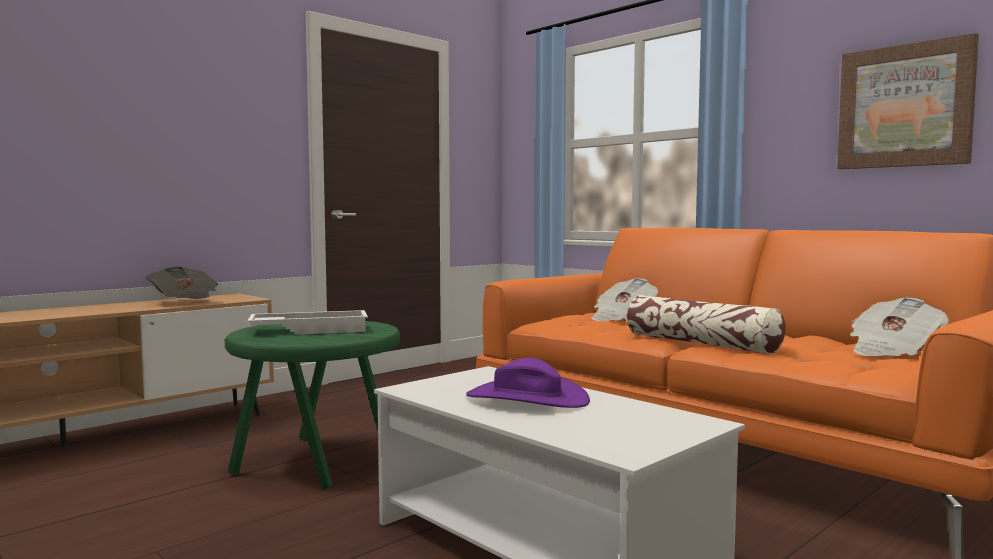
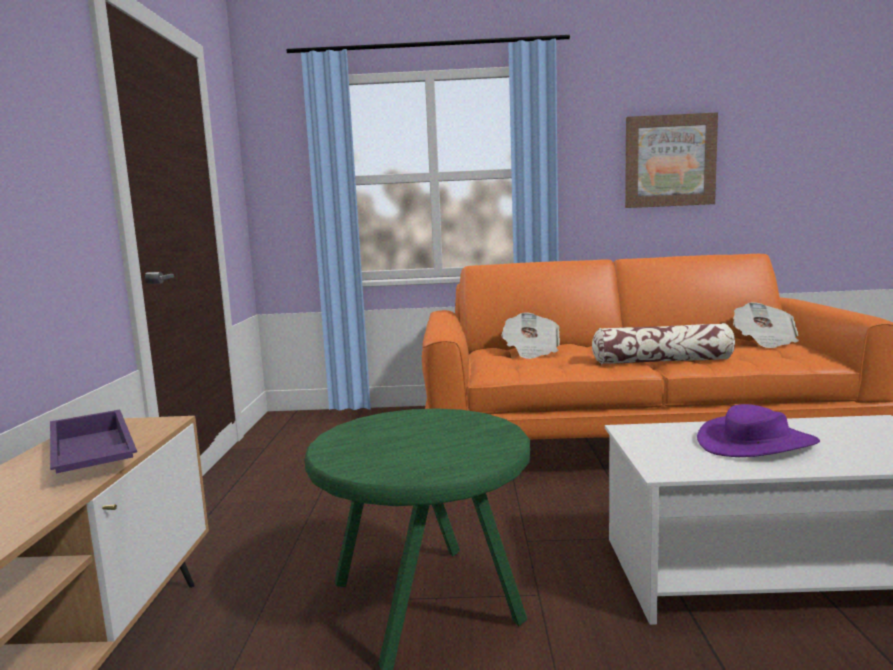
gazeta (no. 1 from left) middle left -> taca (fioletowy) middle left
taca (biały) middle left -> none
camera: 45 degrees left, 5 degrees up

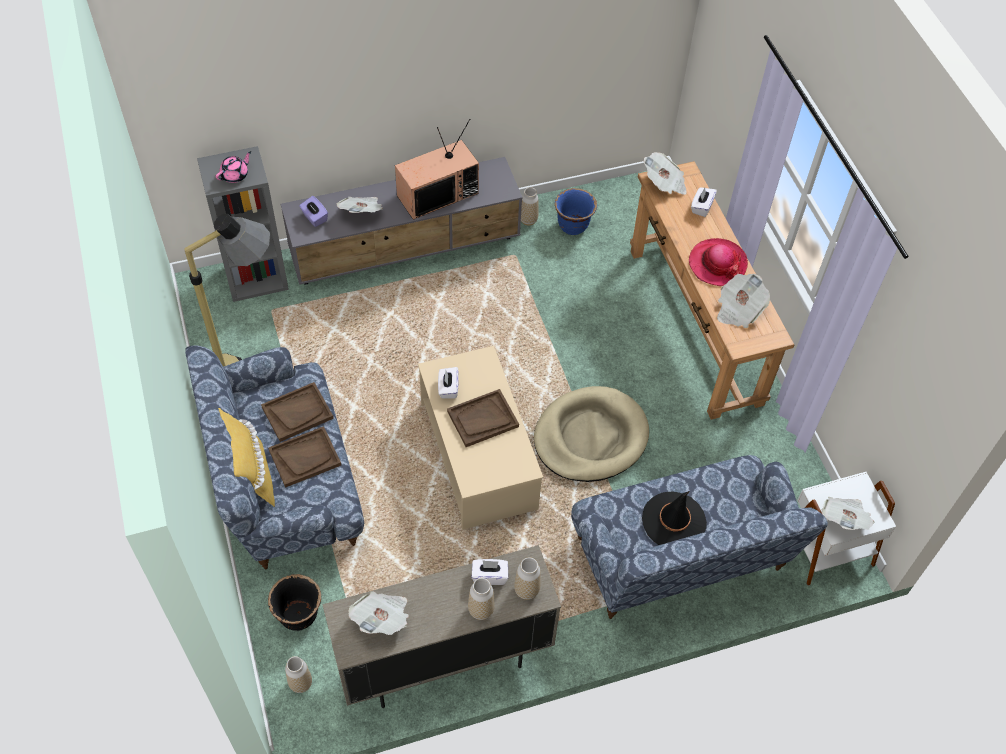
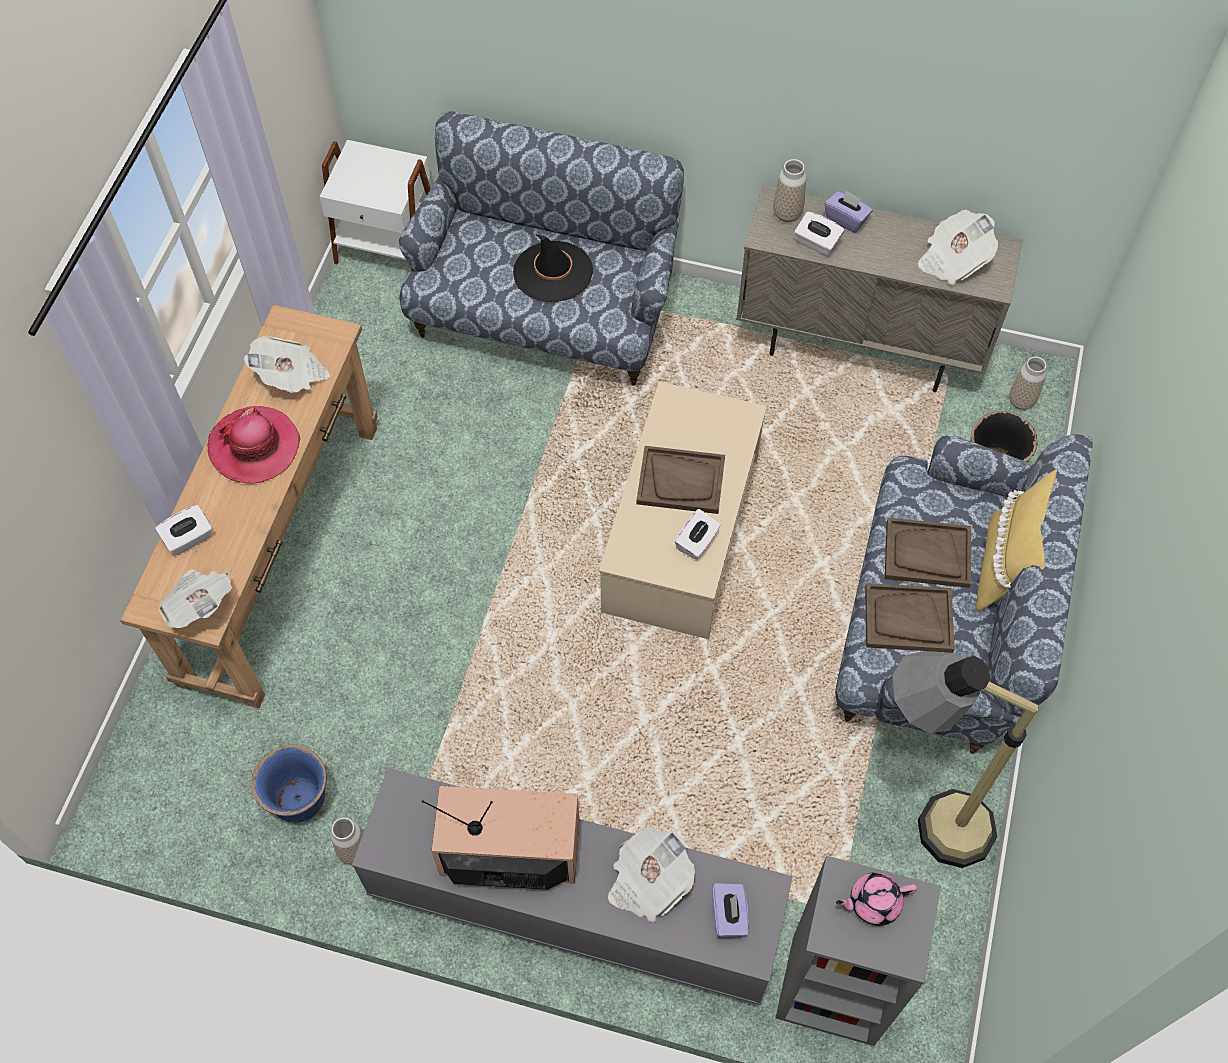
wazon (no. 2 from left) bottom centre -> pudełko chusteczek (fioletowy) (no. 2 from left) top right
legowisko (beżowy) centre -> none
gazeta (no. 5 from left) bottom right -> none
camera: 145 degrees left, 5 degrees up

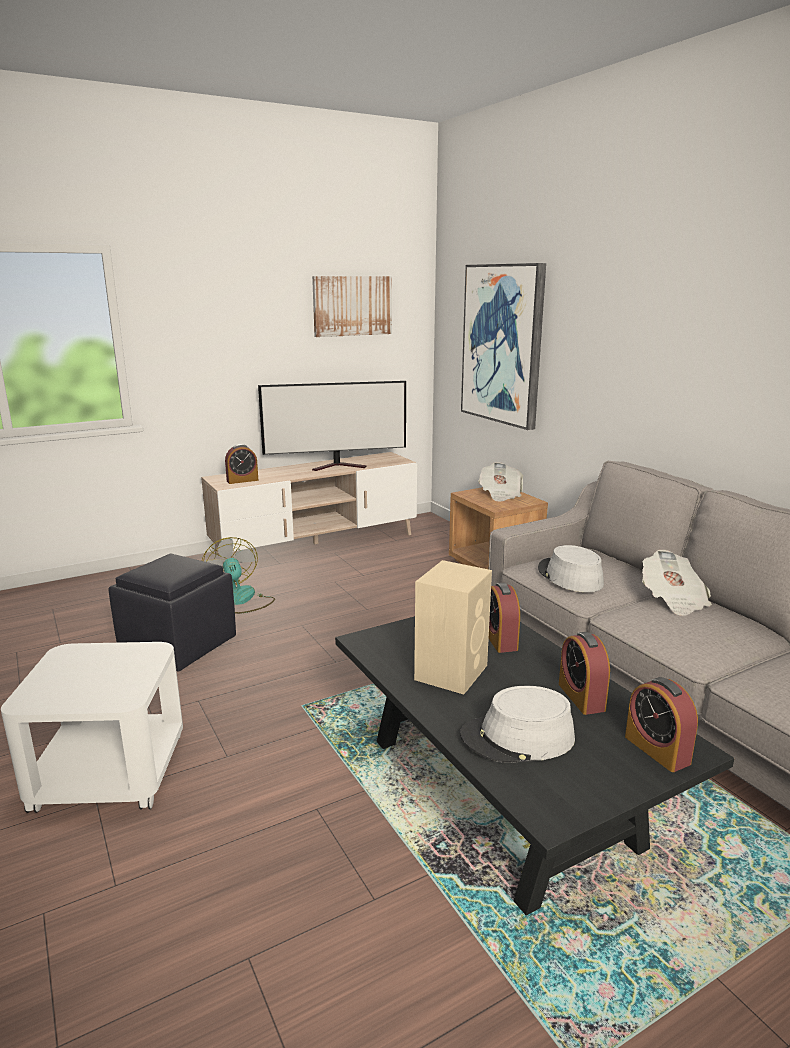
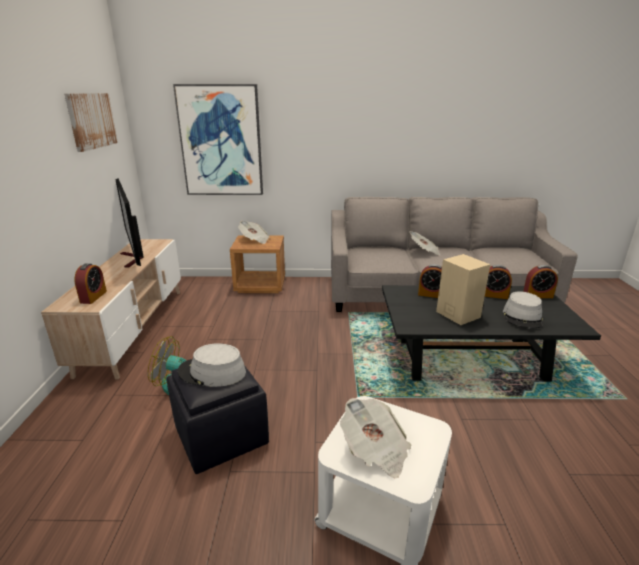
telewizor centre -> telewizor middle left, 135 degrees clockwise
kapelusz (szary) (no. 2 from left in the first image) middle right -> kapelusz (szary) (no. 1 from left) middle left, relocated
none -> gazeta (no. 2 from left) bottom centre
camera: 60 degrees left, 5 degrees up

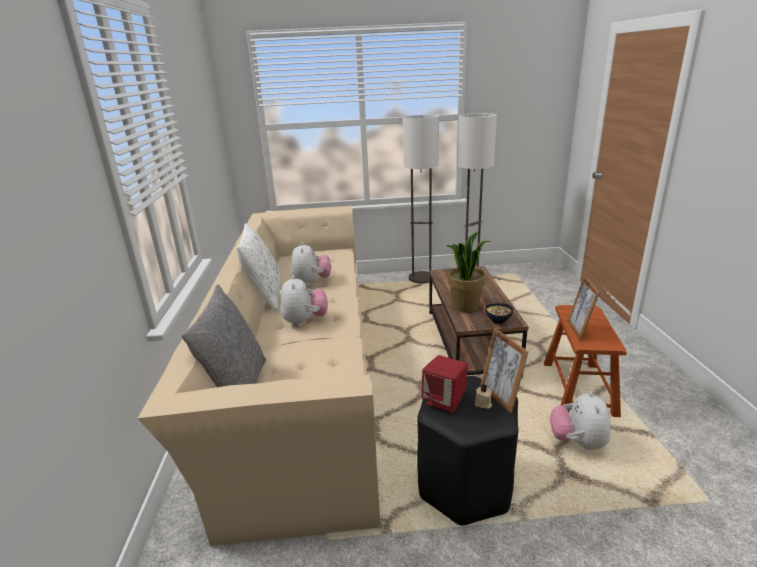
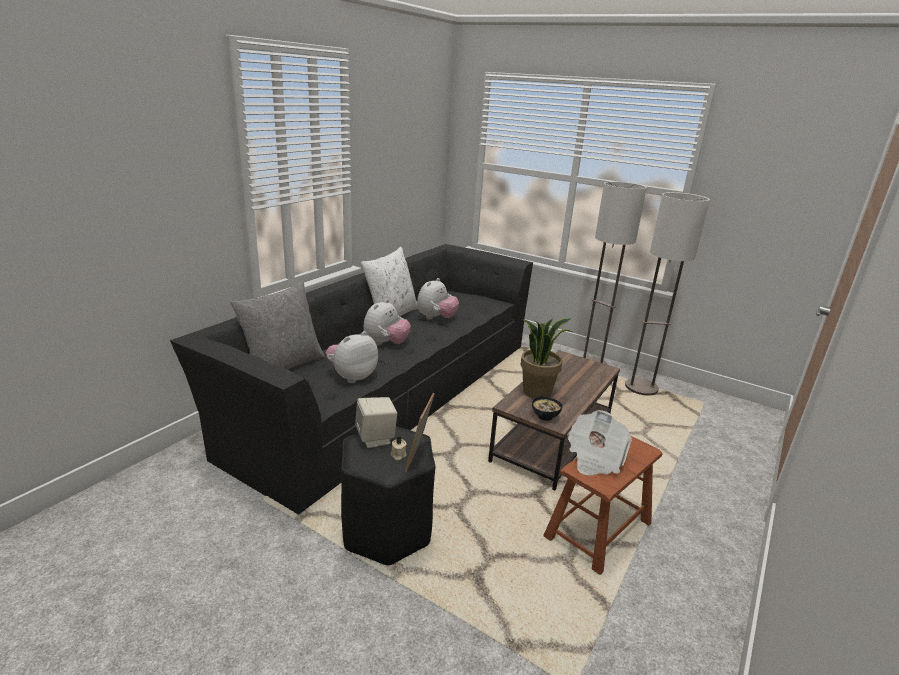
kanapa (beżowy) centre -> kanapa (czarny) centre
głośnik (czerwony) bottom centre -> głośnik (beżowy) centre
pluszak (no. 3 from left in the first image) bottom right -> pluszak (no. 1 from left) centre, relocated
ramka na zdjęcie (no. 2 from left) middle right -> gazeta centre
camera: 35 degrees right, 0 degrees up

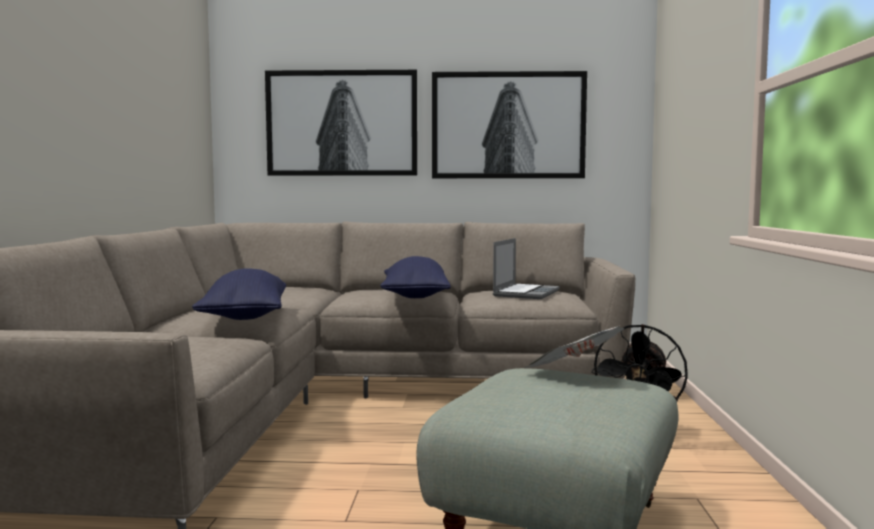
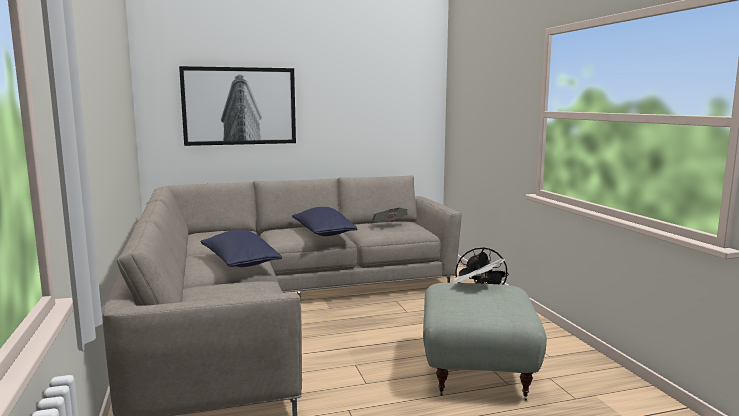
obraz (no. 2 from left) top centre -> none
laptop centre -> gazeta (no. 1 from left) centre
camera: 20 degrees left, 5 degrees up

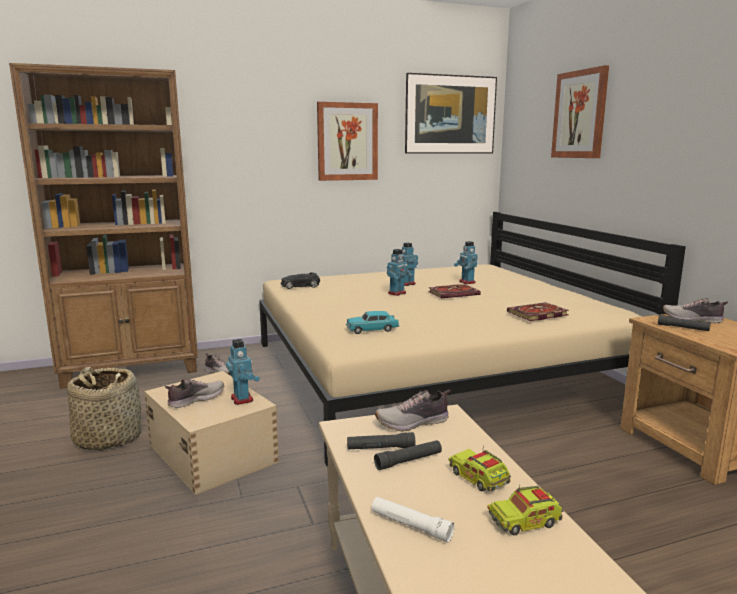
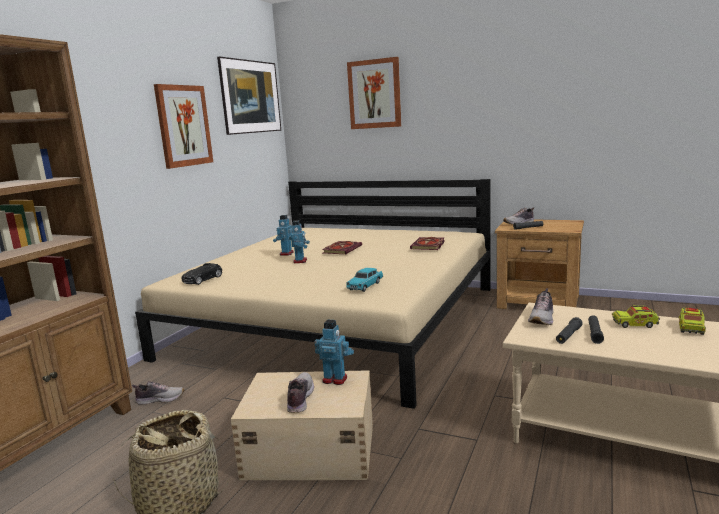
latarka (biały) bottom centre -> none
robot zabawkowy (no. 4 from left) centre -> none
camera: 45 degrees left, 0 degrees up

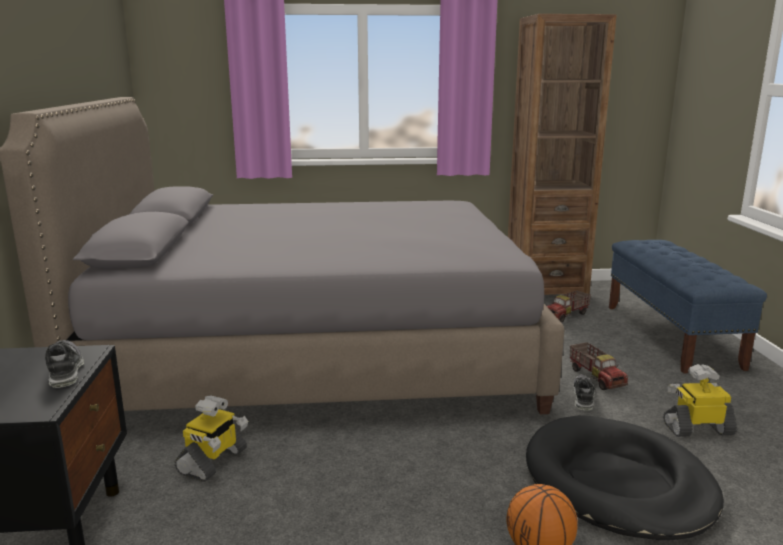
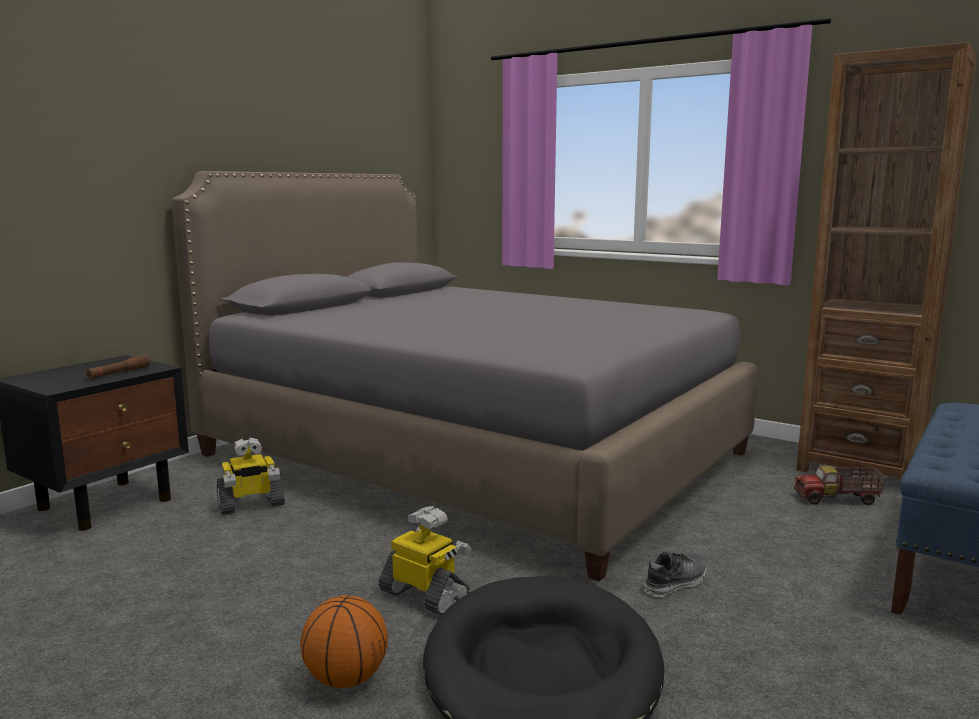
but (no. 1 from left) bottom left -> latarka (brązowy) middle left
ciężarówka zabawkowa (no. 2 from left) bottom right -> none
robot zabawkowy (no. 2 from left) bottom right -> robot zabawkowy (no. 2 from left) bottom centre, relocated
camera: 40 degrees right, 5 degrees down

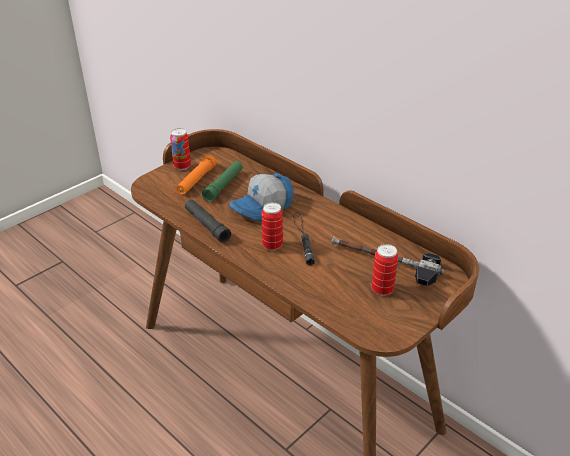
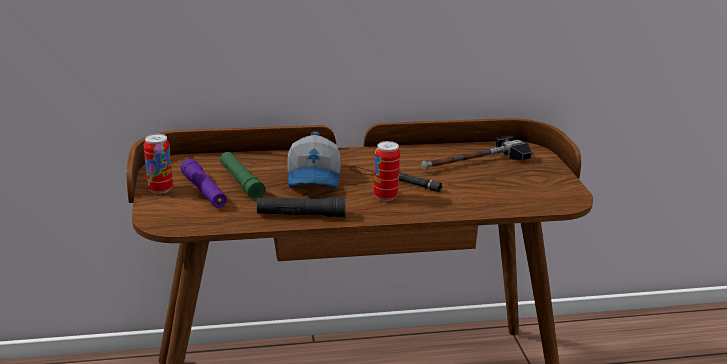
latarka (pomarańczowy) centre -> latarka (fioletowy) middle left
puszka (no. 3 from left) middle right -> none
camera: 55 degrees left, 10 degrees down

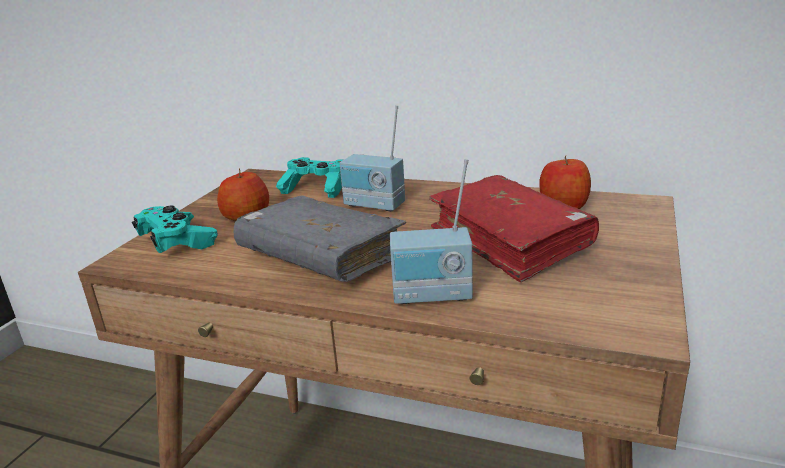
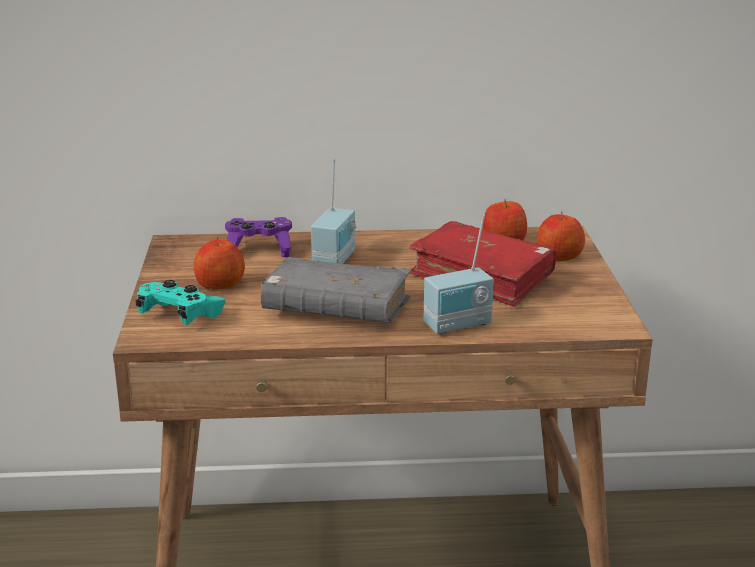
pad do gier (turkusowy) (no. 2 from left) centre -> pad do gier (fioletowy) centre
radio (no. 1 from left) centre, 75 degrees counterclockwise
none -> jabłko (no. 3 from left) middle right
camera: 25 degrees left, 0 degrees up

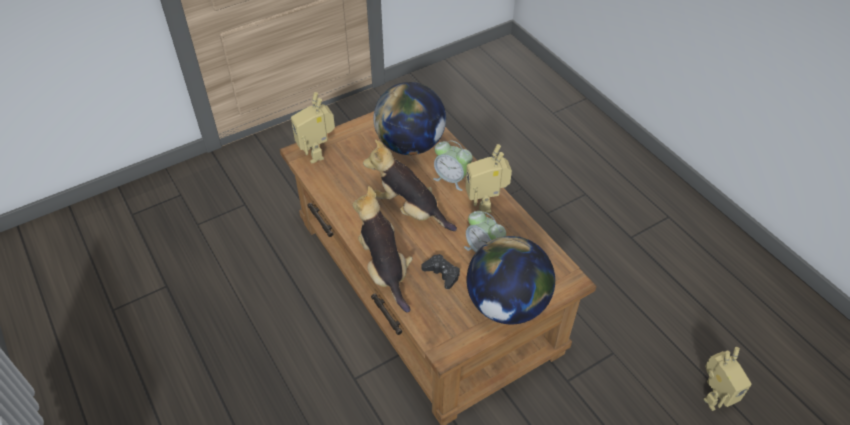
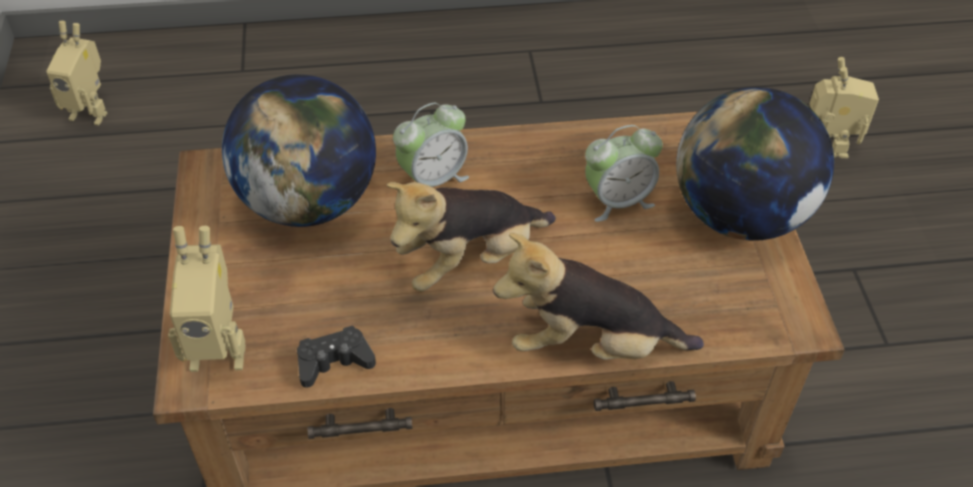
pad do gier (czarny) centre -> pad do gier (czarny) bottom centre, relocated
robot zabawkowy (no. 2 from left in the first image) centre -> robot zabawkowy (no. 1 from left) top left, relocated
camera: 65 degrees left, 0 degrees up

